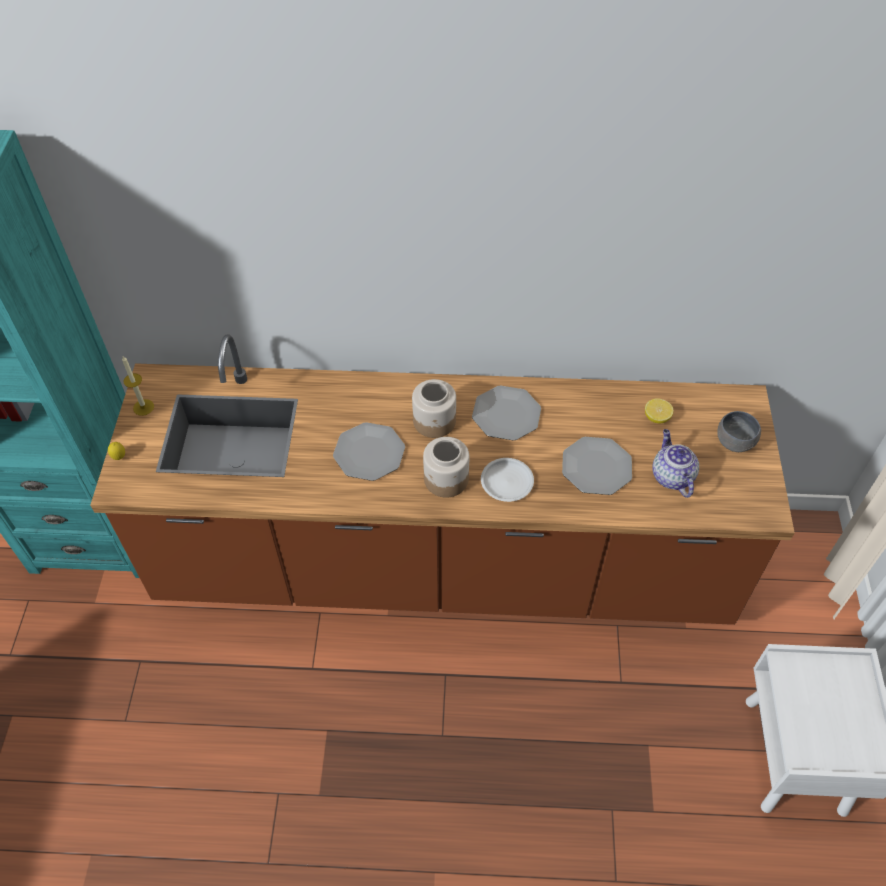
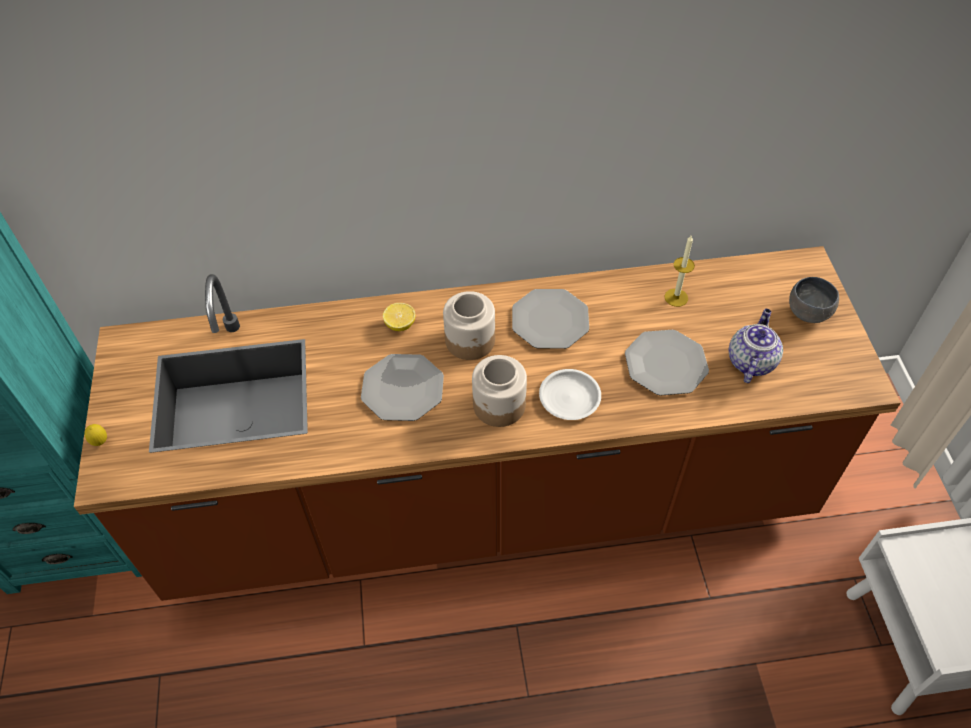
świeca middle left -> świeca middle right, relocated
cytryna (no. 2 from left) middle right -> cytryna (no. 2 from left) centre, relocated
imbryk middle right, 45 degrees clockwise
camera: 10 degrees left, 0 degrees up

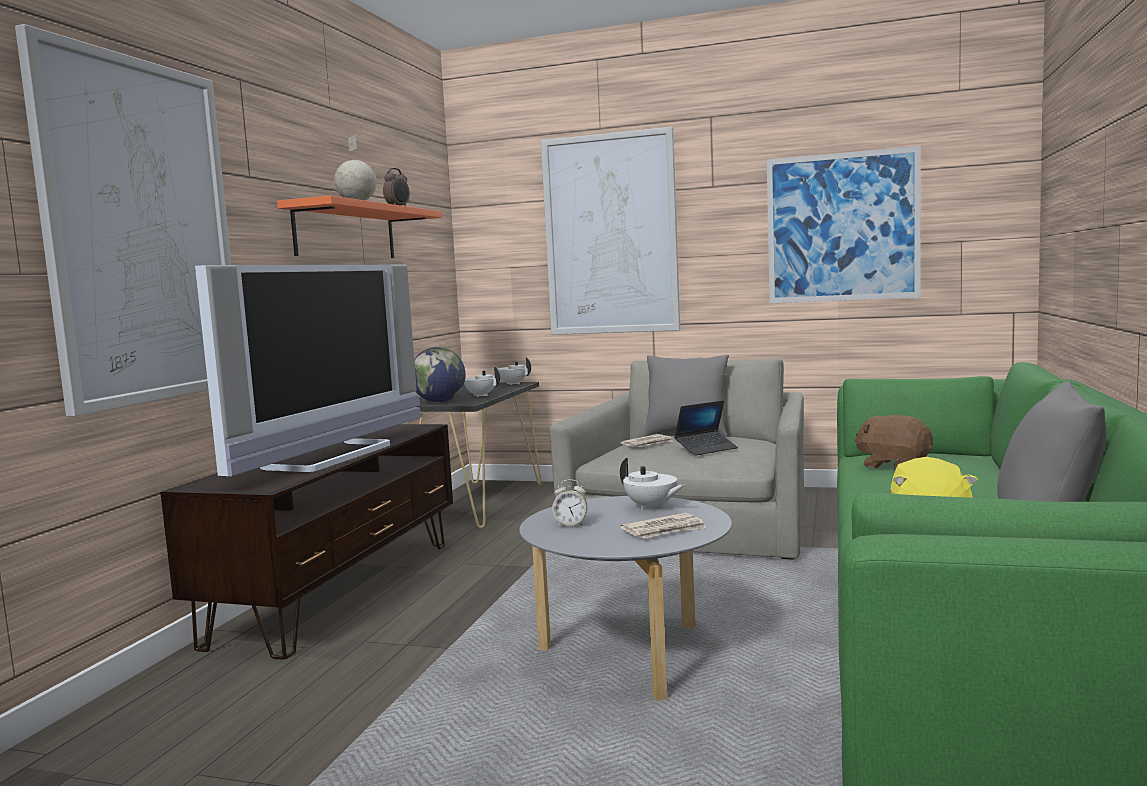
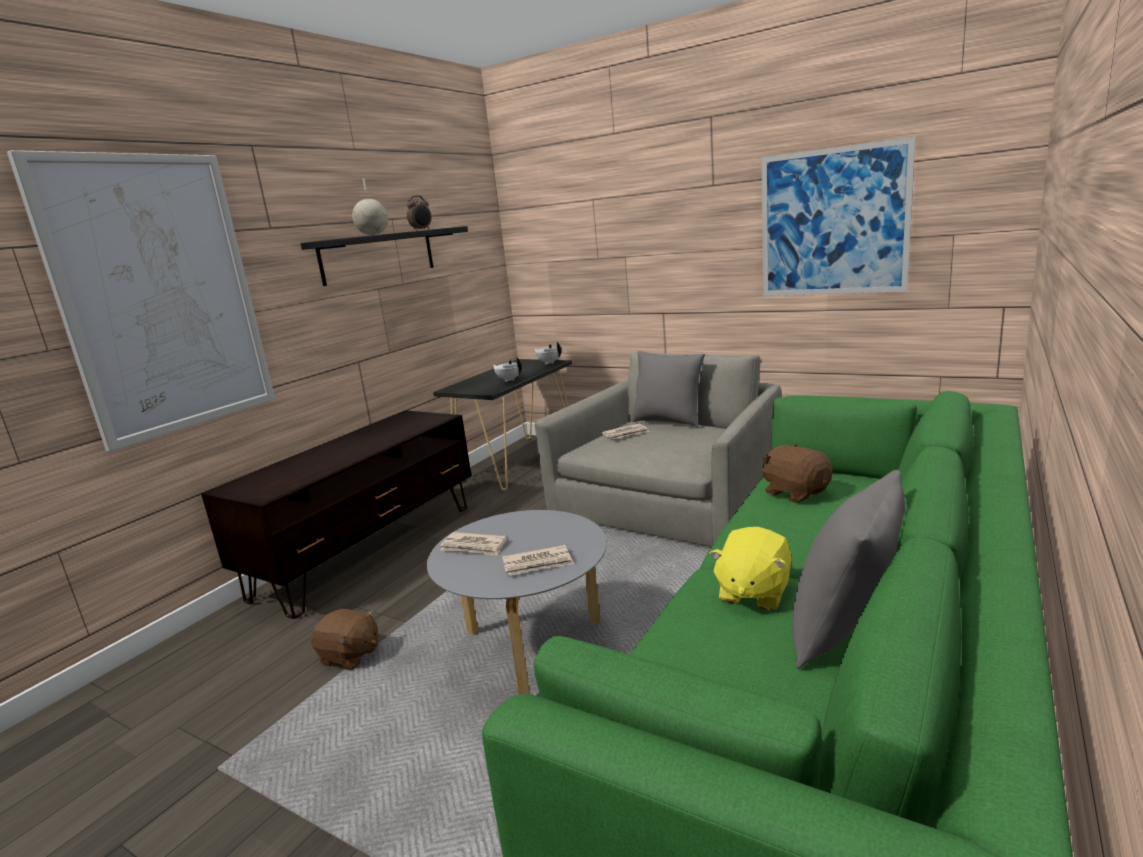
telewizor middle left -> none
półka (pomarańczowy) top left -> półka (czarny) top centre
globus (no. 2 from left) centre -> none
obraz (no. 2 from left) top centre -> none
budzik (no. 2 from left) centre -> gazeta (no. 1 from left) centre
imbryk (biały) (no. 3 from left) centre -> none
laptop centre -> none
none -> pluszak (brązowy) (no. 1 from left) bottom left
camera: 15 degrees right, 10 degrees up

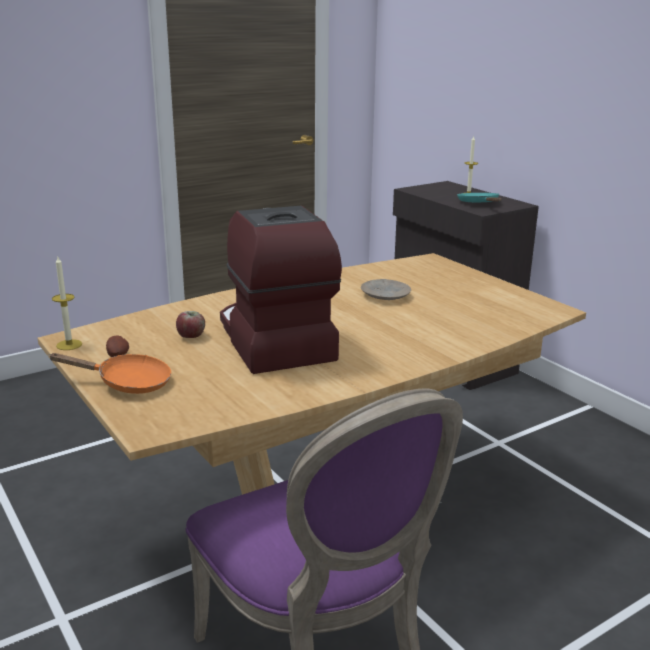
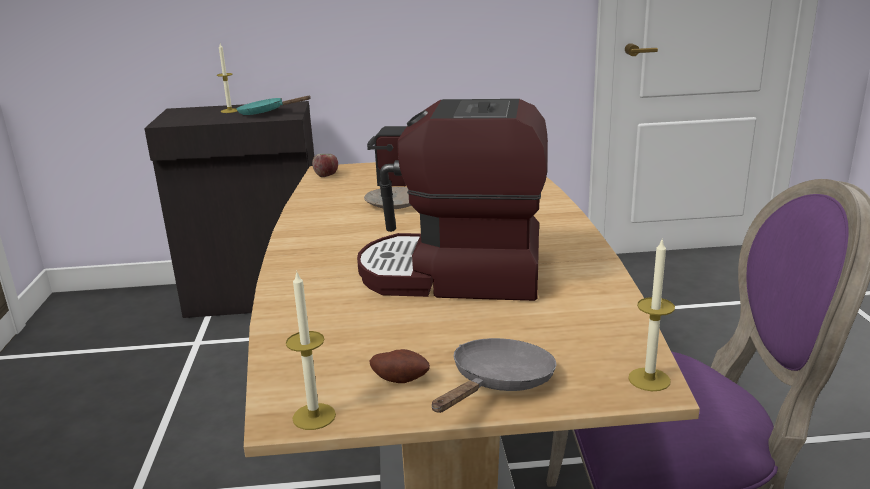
patelnia (pomarańczowy) middle left -> patelnia (szary) bottom centre
jabłko middle left -> jabłko centre, relocated
none -> świeca (no. 3 from left) middle right
camera: 60 degrees left, 0 degrees up

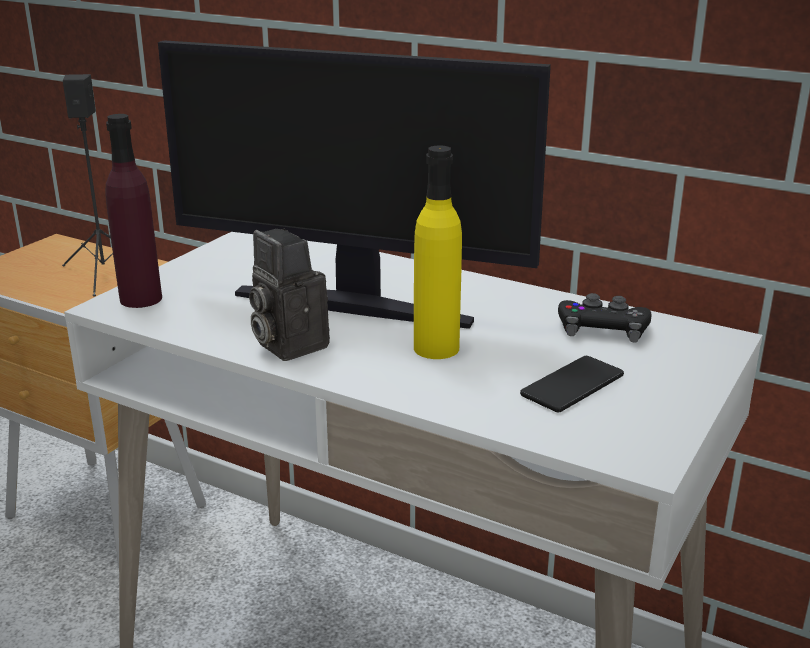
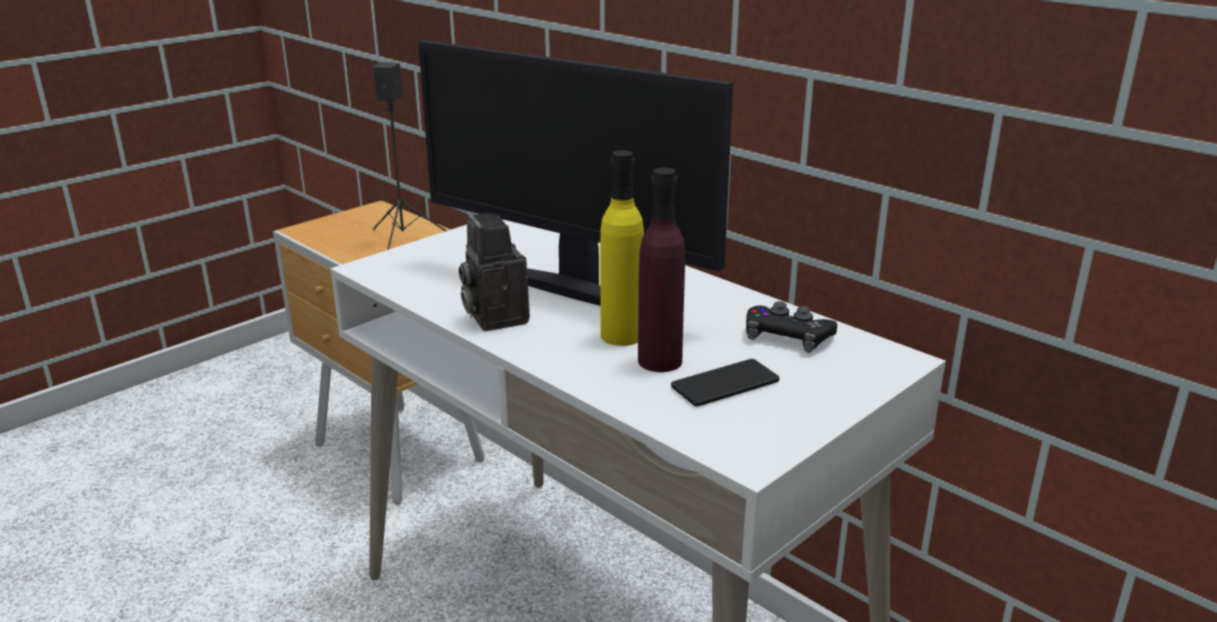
butelka (fioletowy) top left -> butelka (fioletowy) centre, relocated
camera: 15 degrees right, 0 degrees up

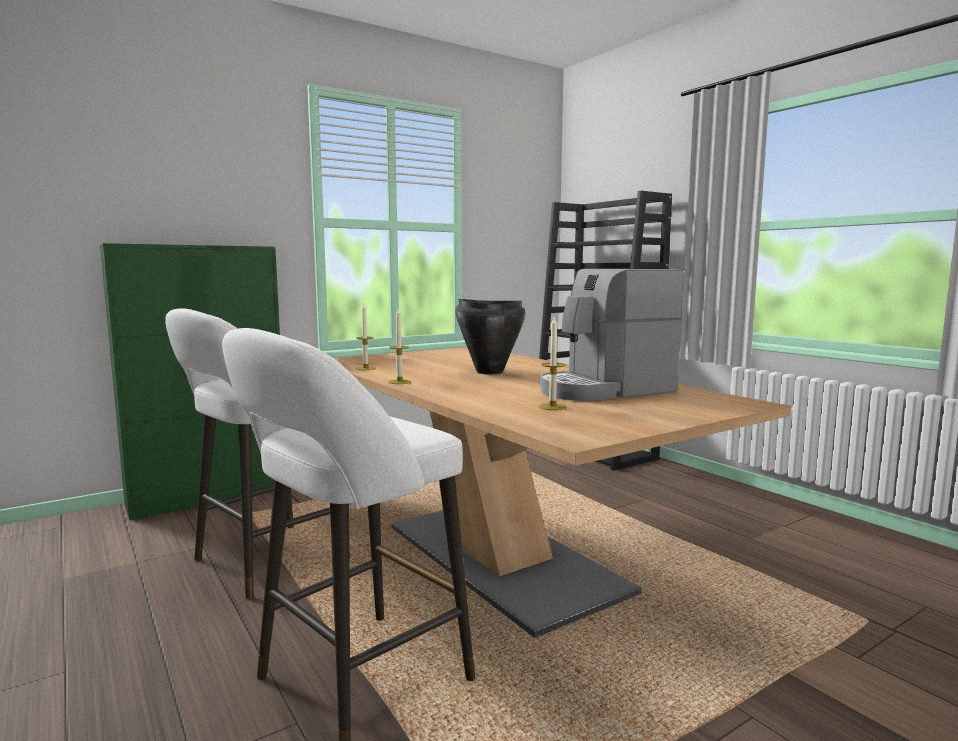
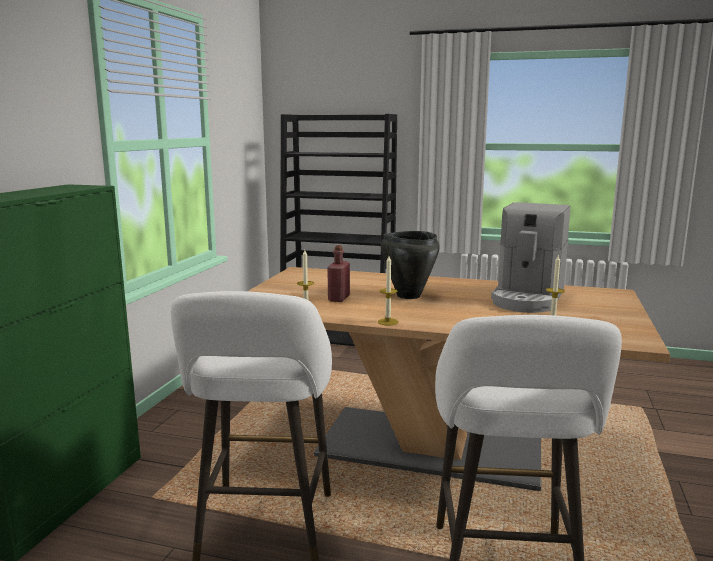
none -> butelka (czerwony) centre
camera: 40 degrees left, 5 degrees up

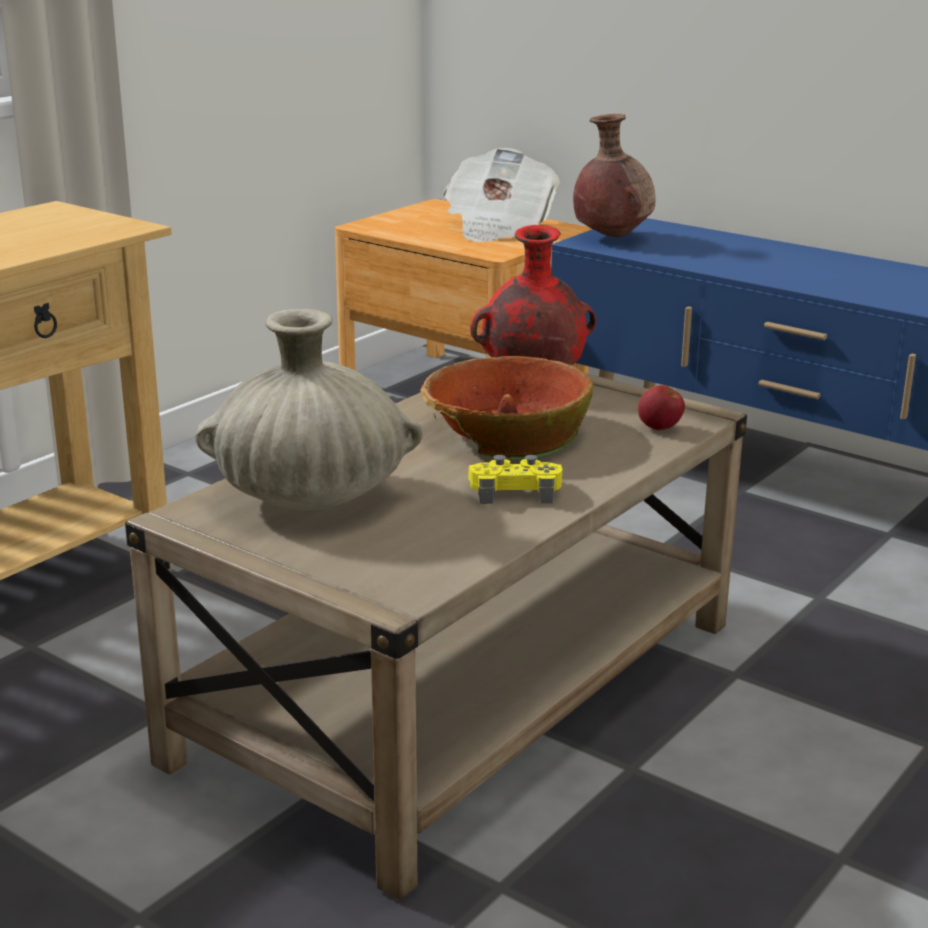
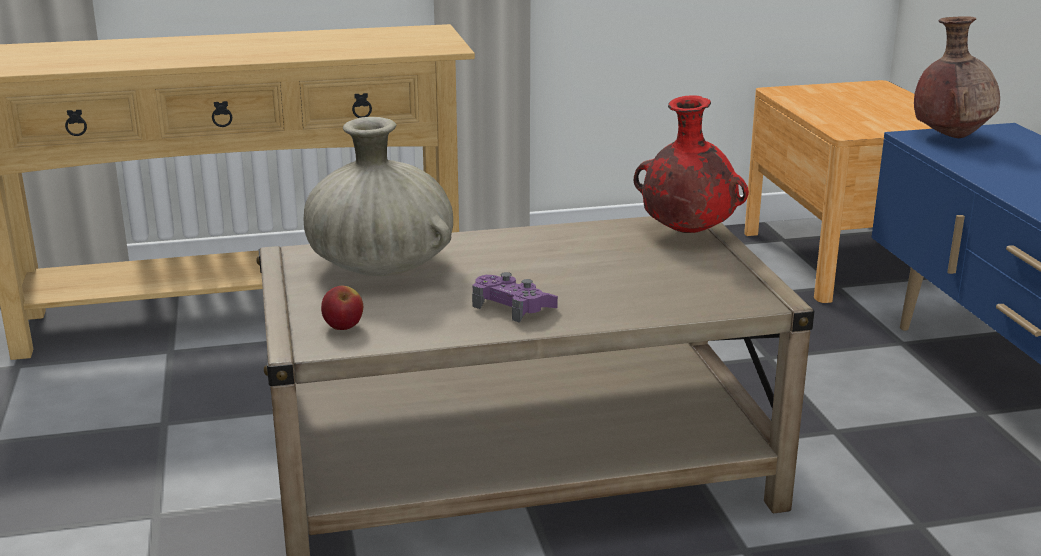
miska centre -> none
gazeta top centre -> none
pad do gier (żółty) centre -> pad do gier (fioletowy) centre
jabłko middle right -> jabłko middle left, relocated
camera: 40 degrees right, 0 degrees up

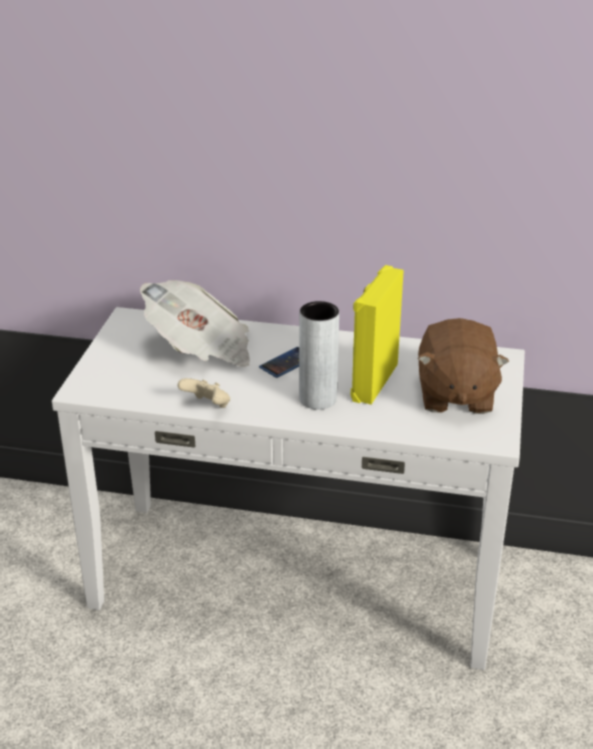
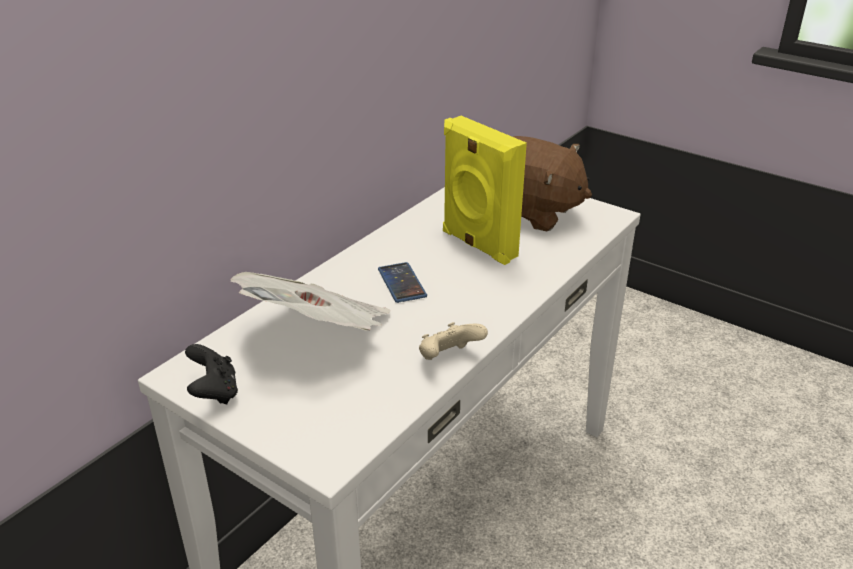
wazon (szary) centre -> none
none -> pad do gier (czarny) middle left
camera: 65 degrees left, 0 degrees up

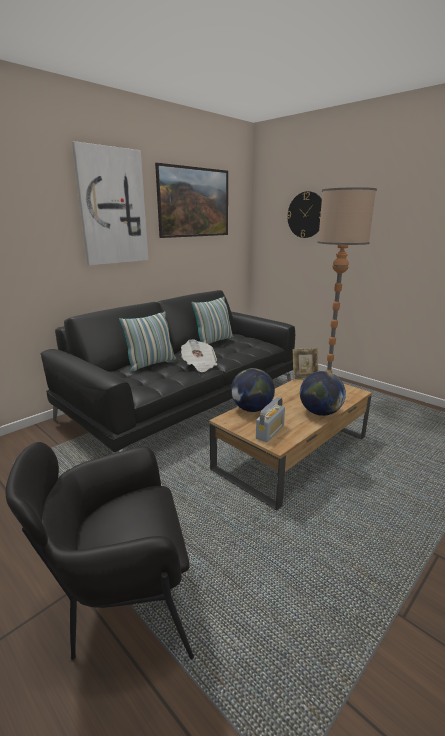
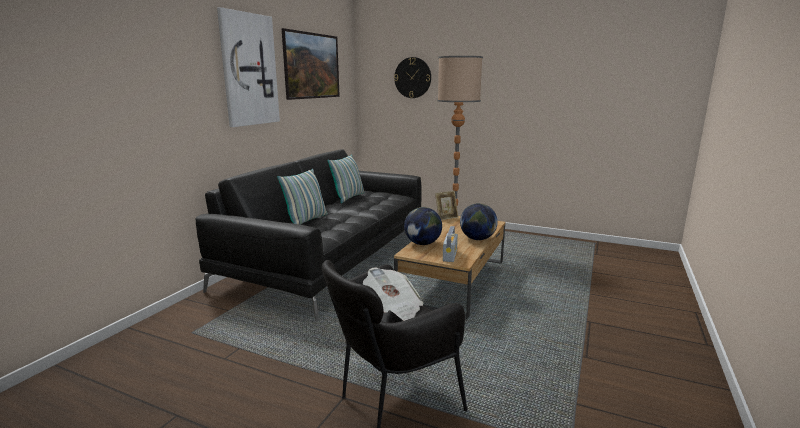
gazeta centre -> gazeta bottom centre, relocated
camera: 20 degrees left, 5 degrees down

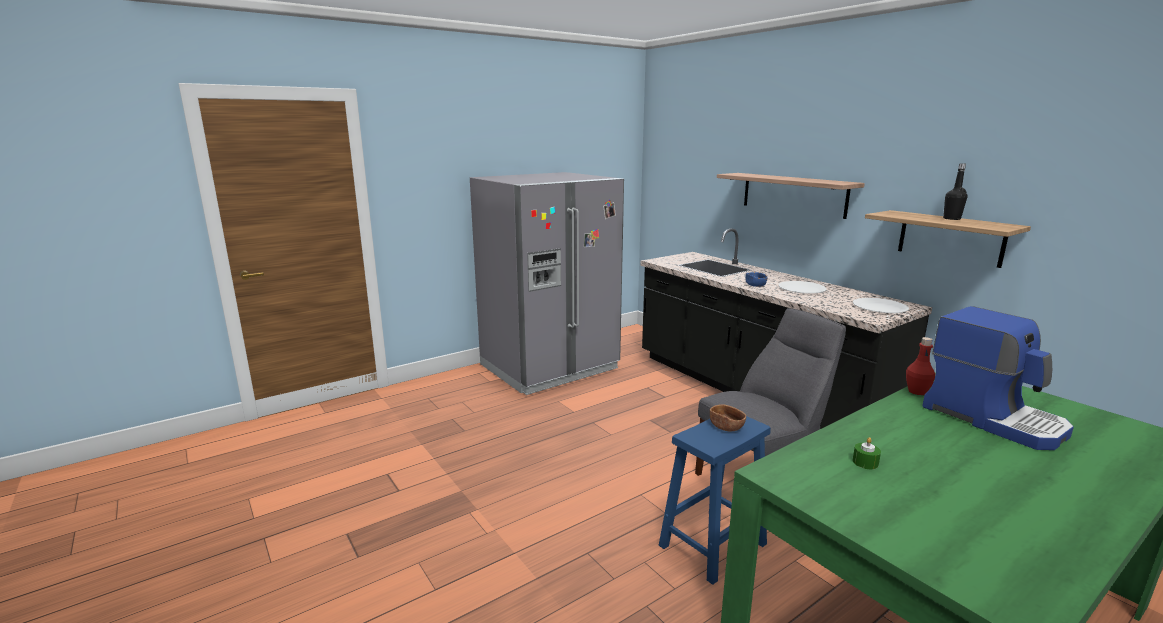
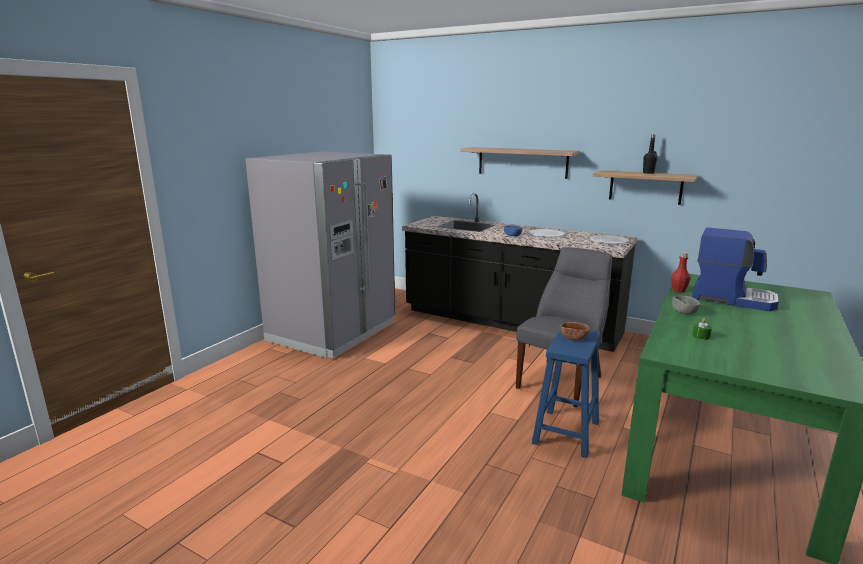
none -> miska (szary) middle right
camera: 25 degrees left, 0 degrees up

